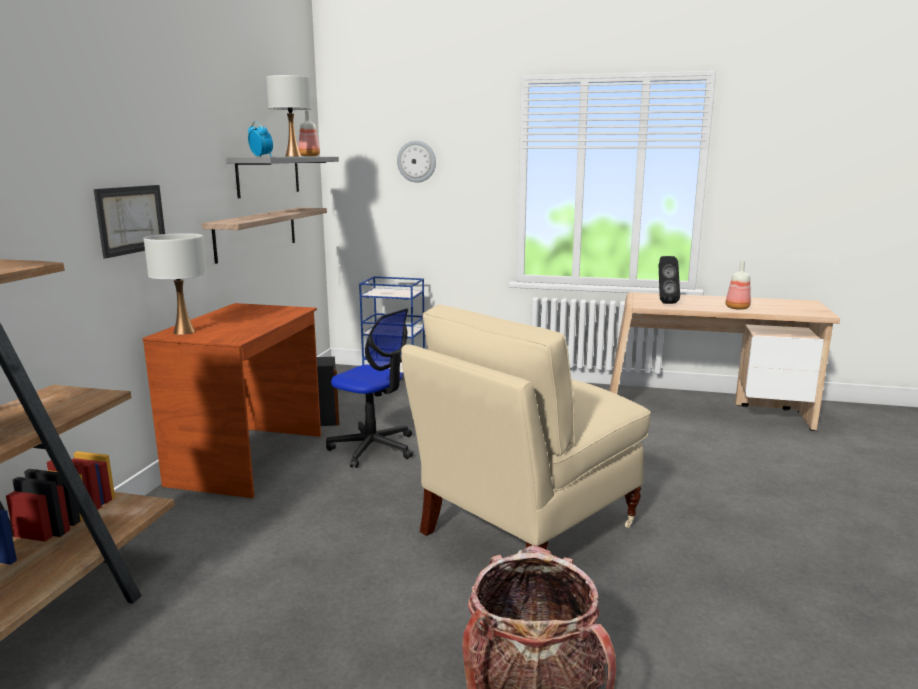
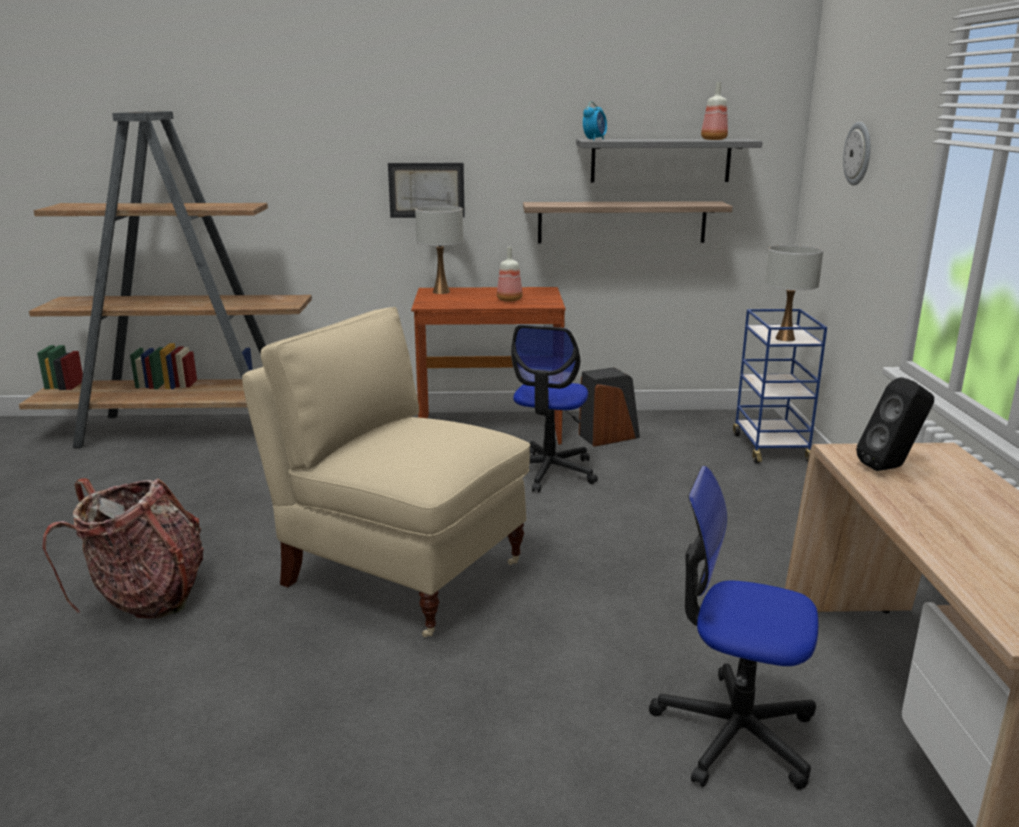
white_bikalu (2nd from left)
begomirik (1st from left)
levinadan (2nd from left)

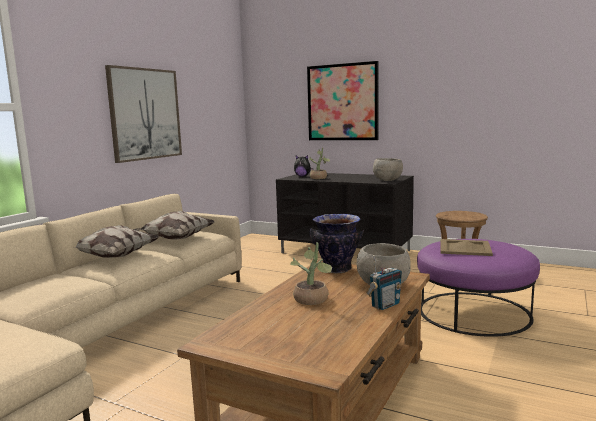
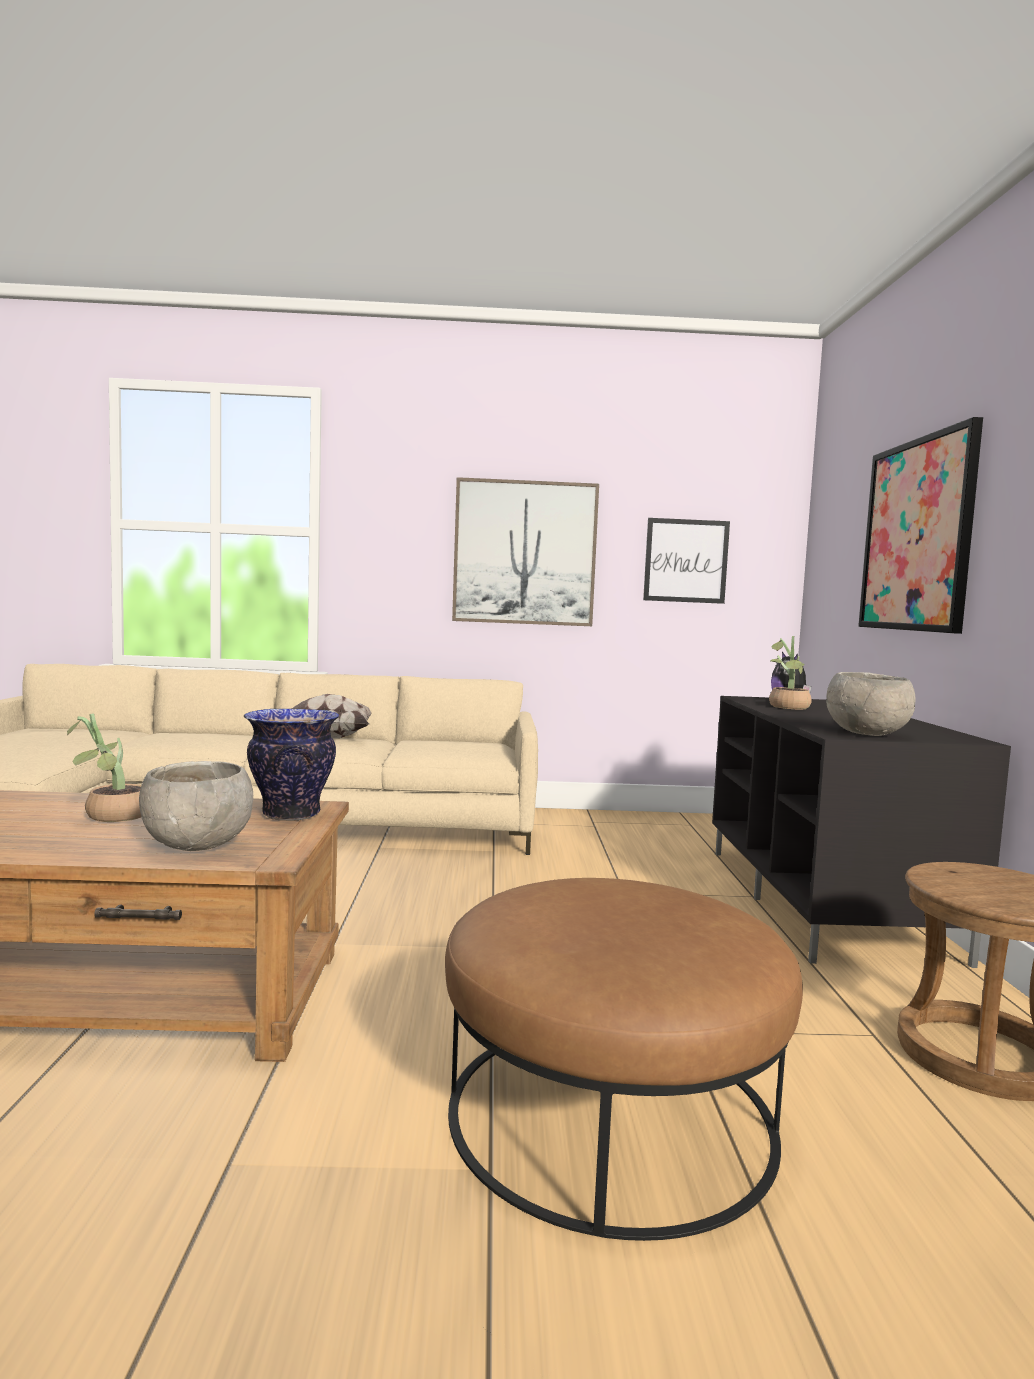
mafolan (2nd from left in the first image)
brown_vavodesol
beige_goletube
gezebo
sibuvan (2nd from left)

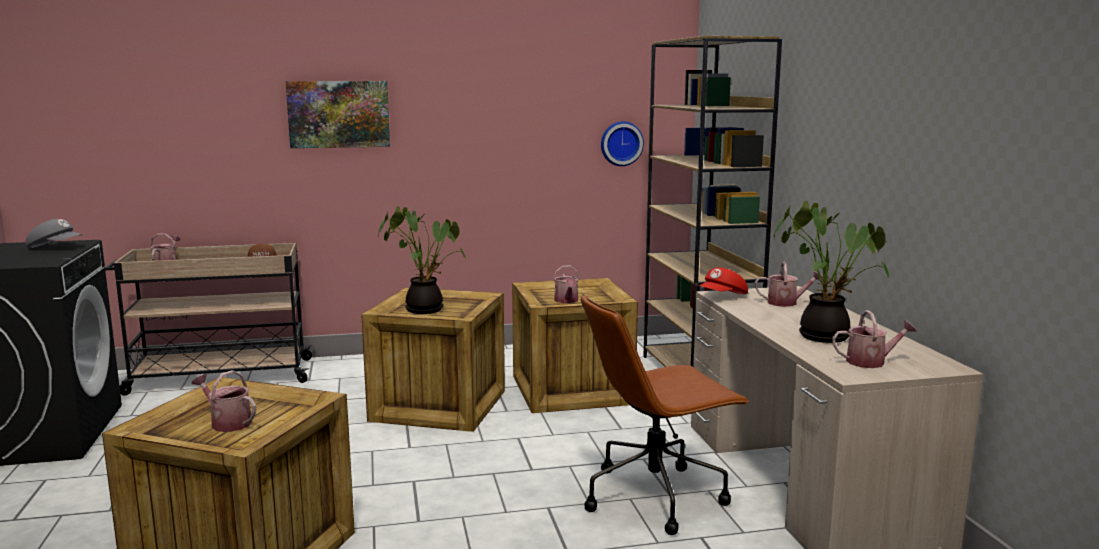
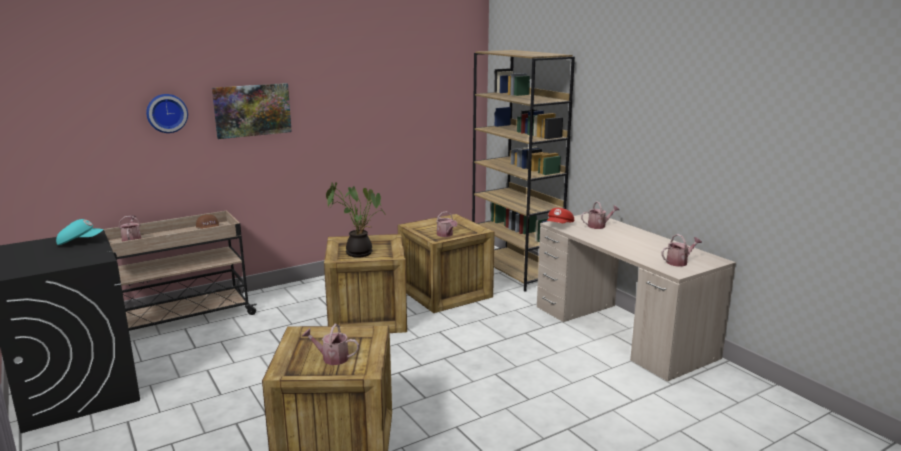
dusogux
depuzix (2nd from left in the first image)
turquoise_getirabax
brown_levinadan

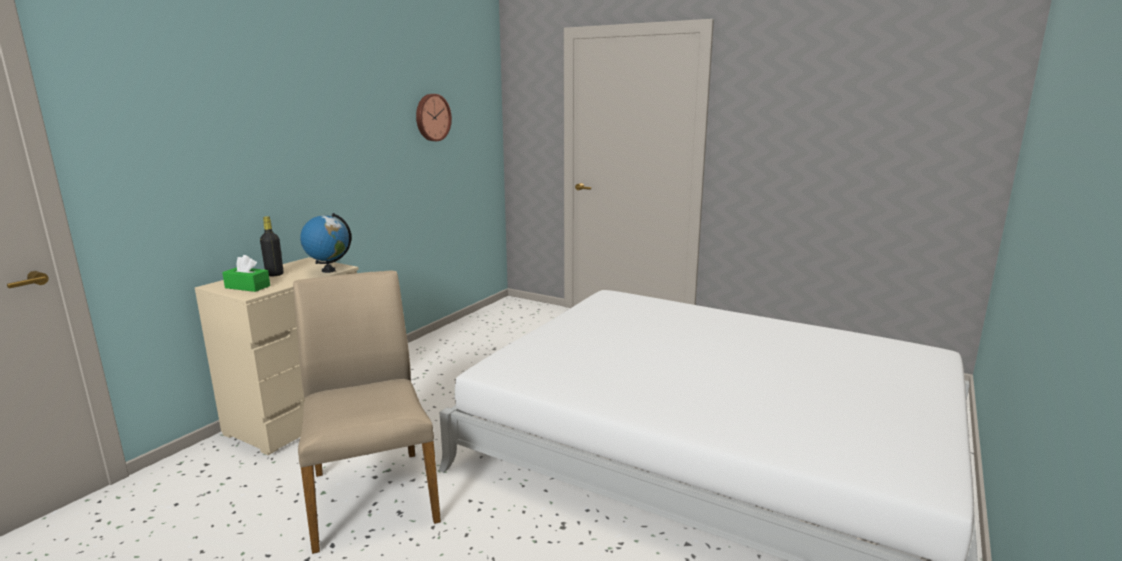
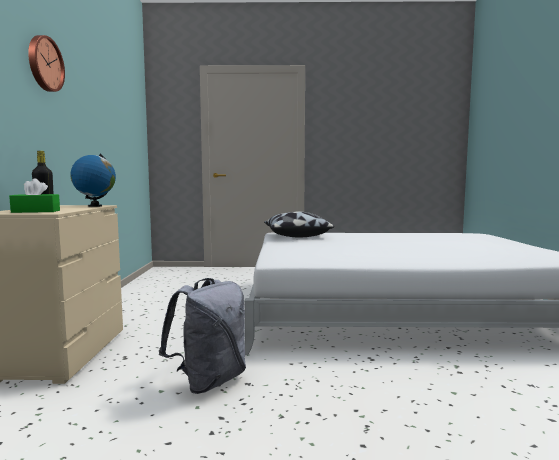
dusogux
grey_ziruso
mafolan

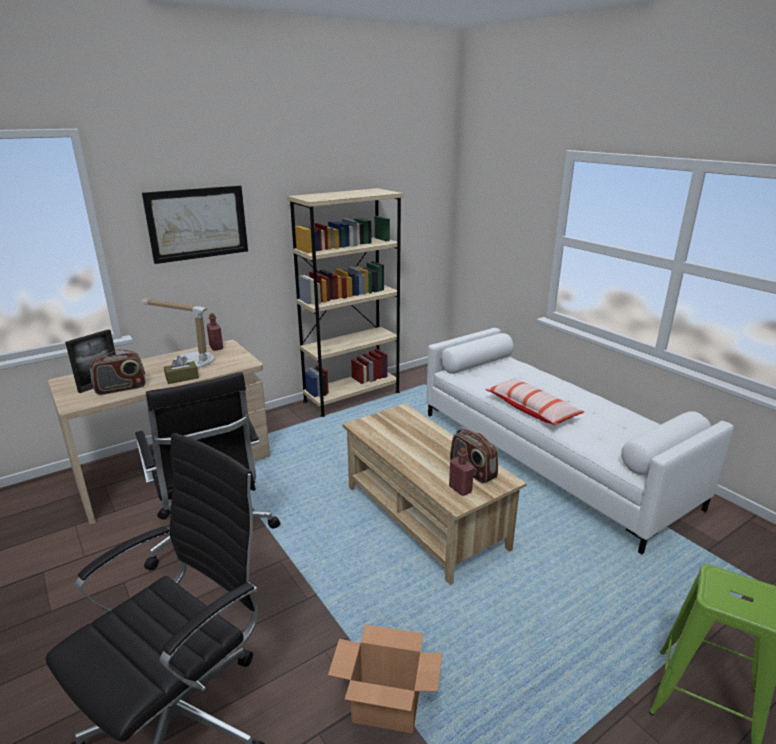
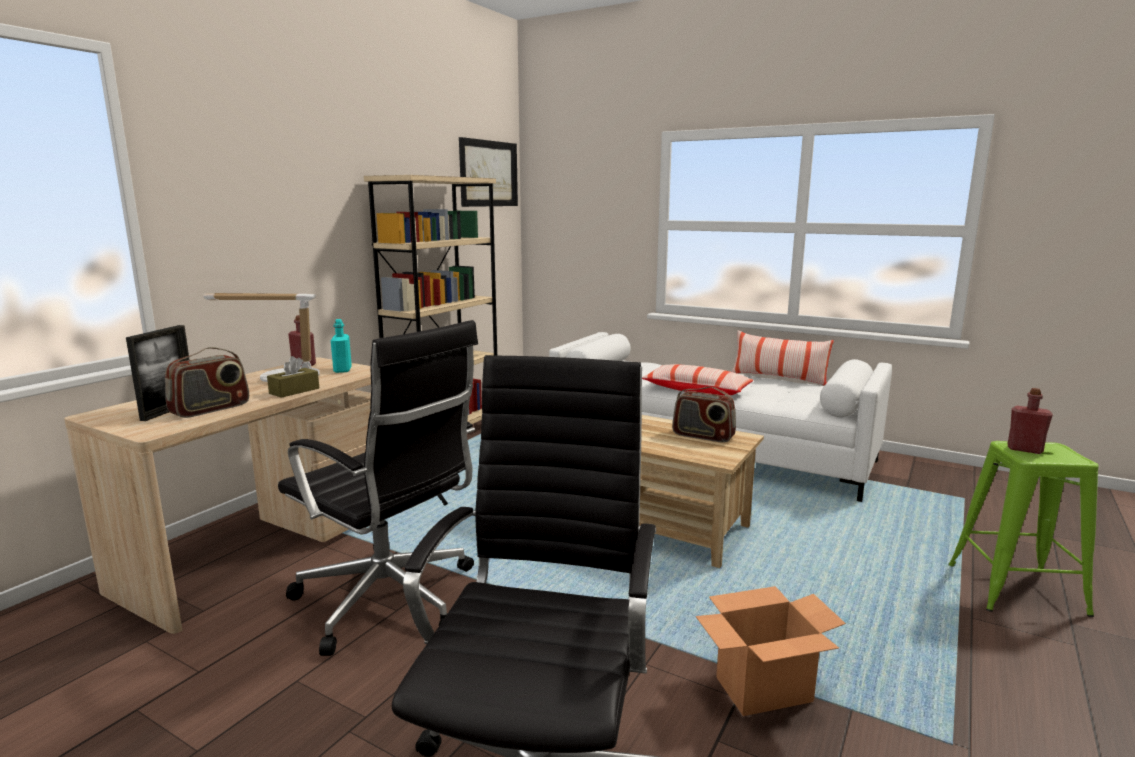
sibuvan
red_begomirik (2nd from left)
turquoise_begomirik
mafolan (2nd from left)

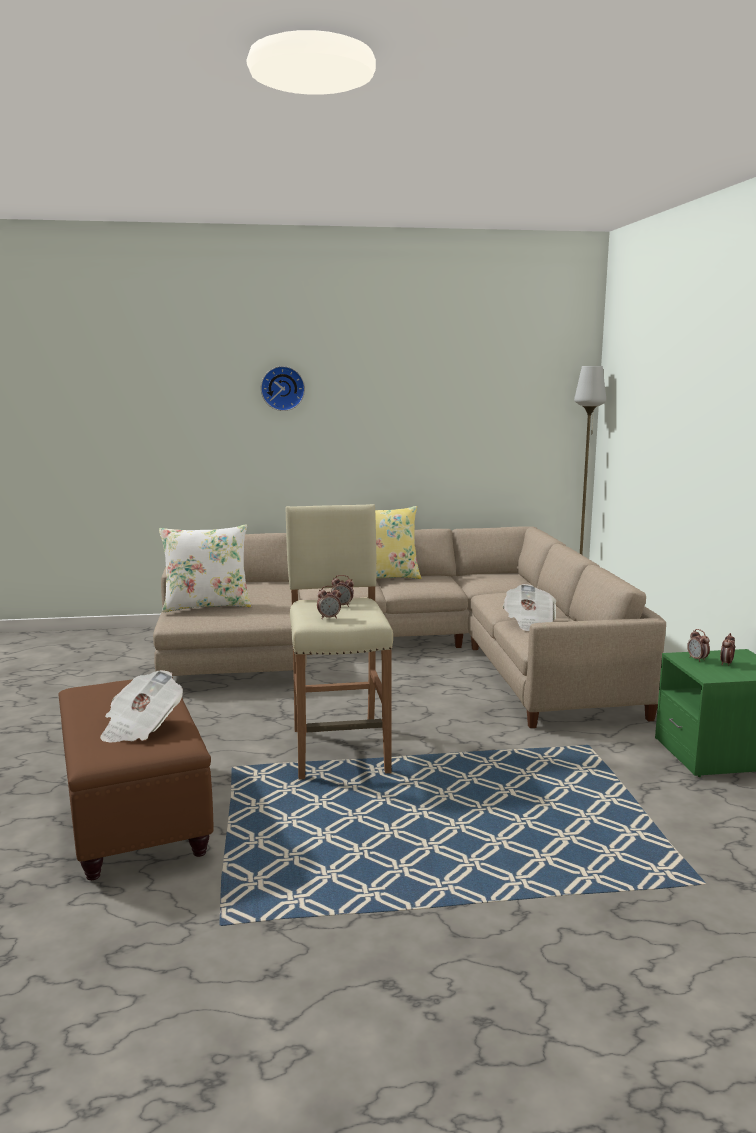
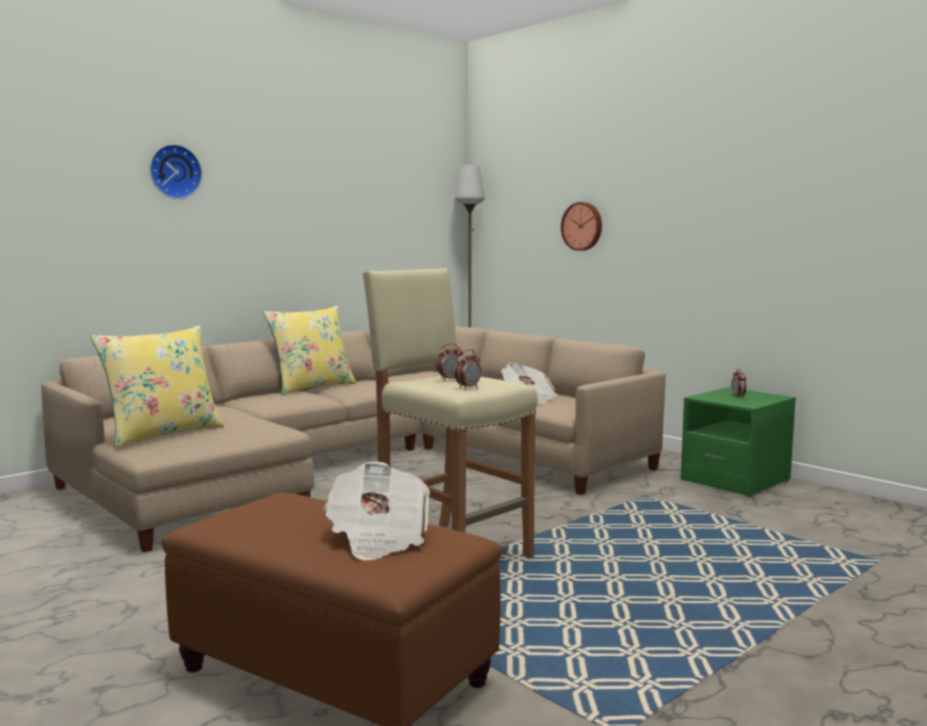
yellow_mafolan (1st from left)
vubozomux (3rd from left in the first image)
dusogux (2nd from left)

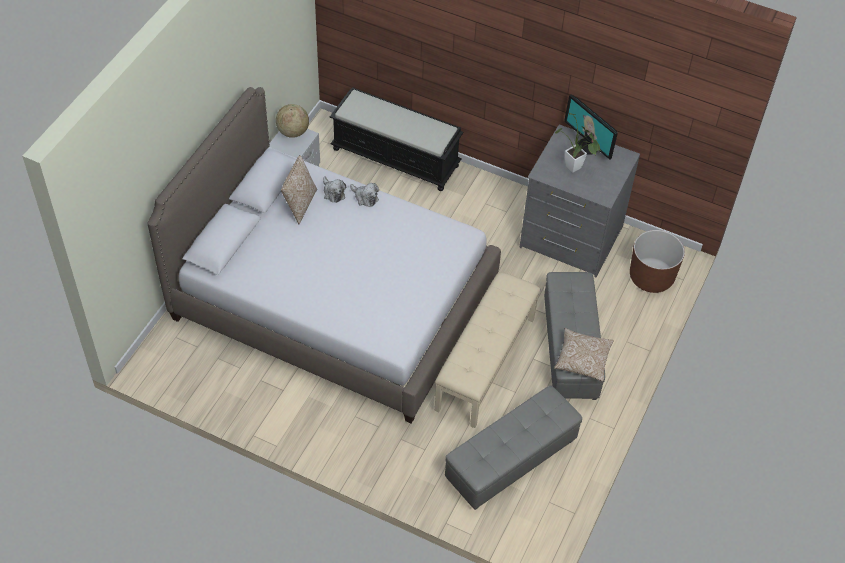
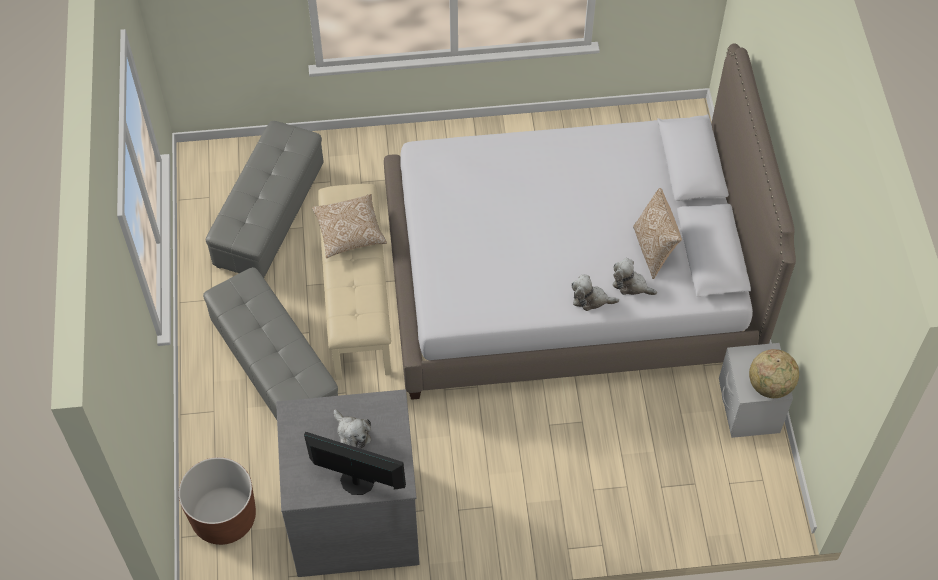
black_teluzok
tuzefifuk (1st from left)
mafolan (1st from left)

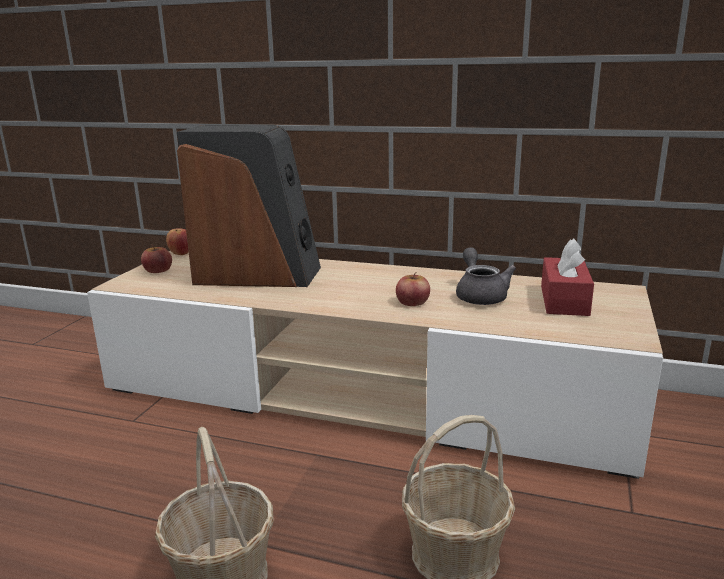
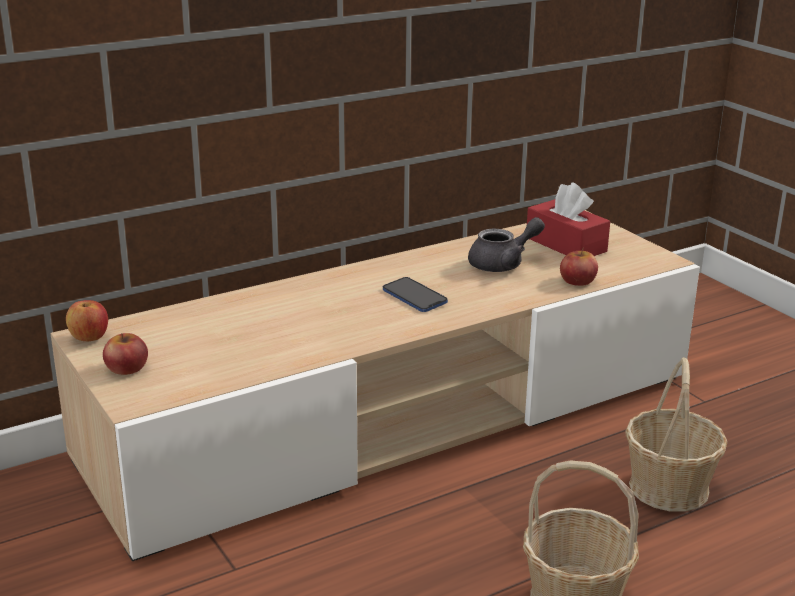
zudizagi
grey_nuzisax
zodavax (3rd from left)
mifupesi

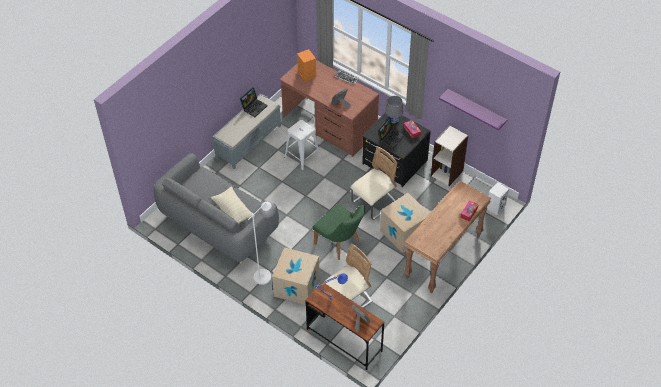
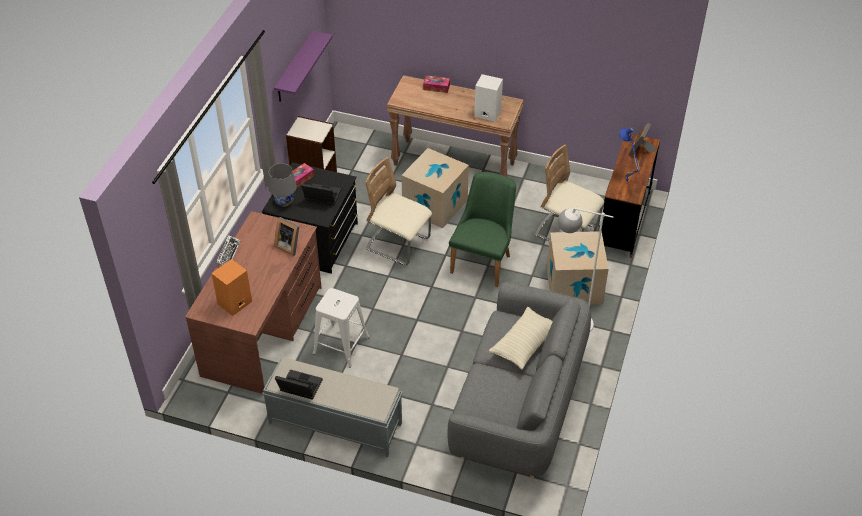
white_zudizagi

